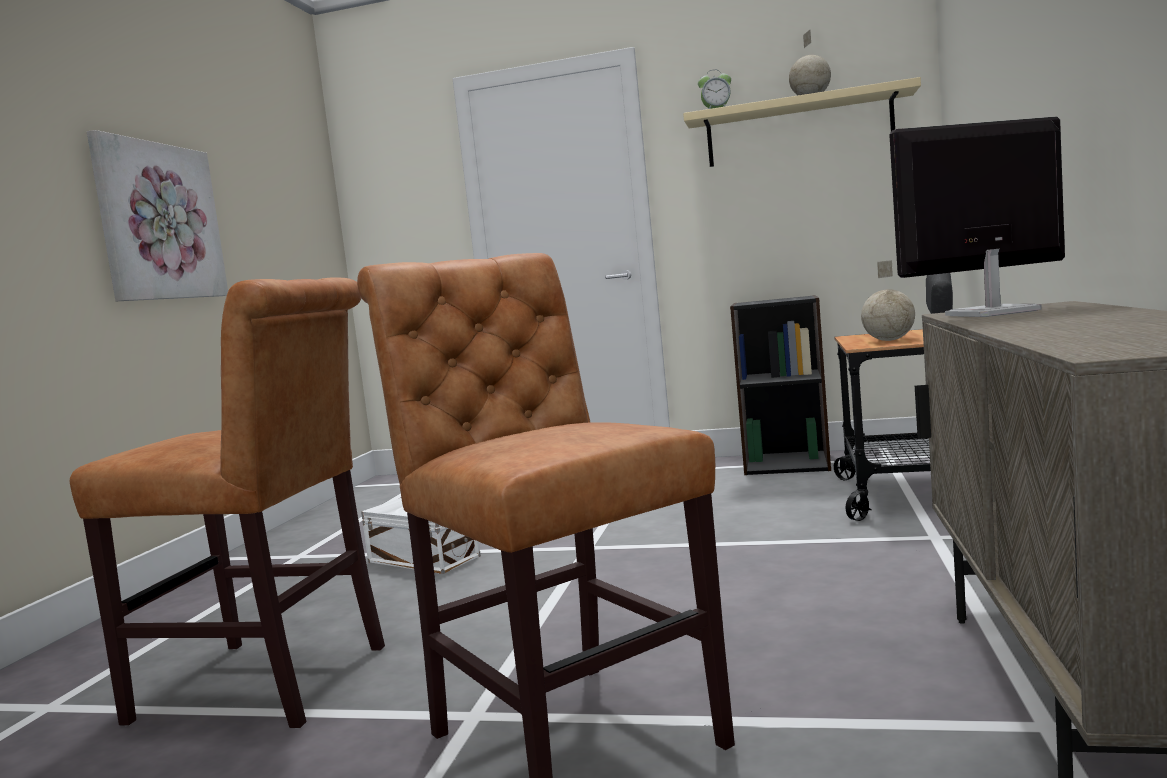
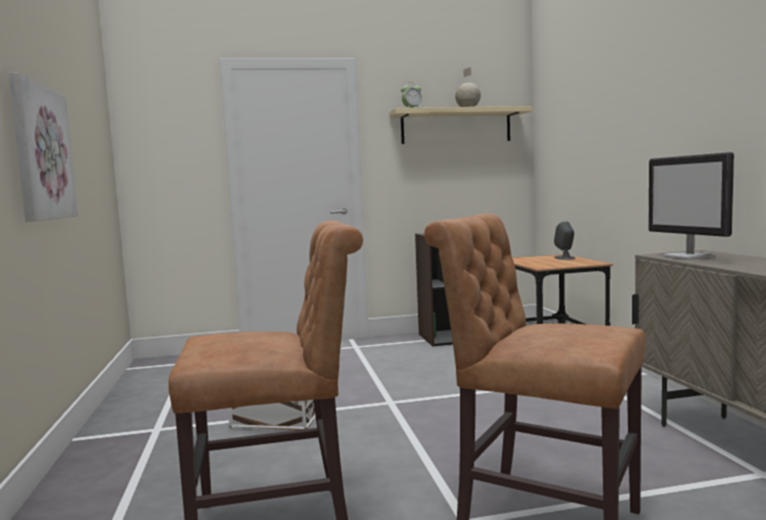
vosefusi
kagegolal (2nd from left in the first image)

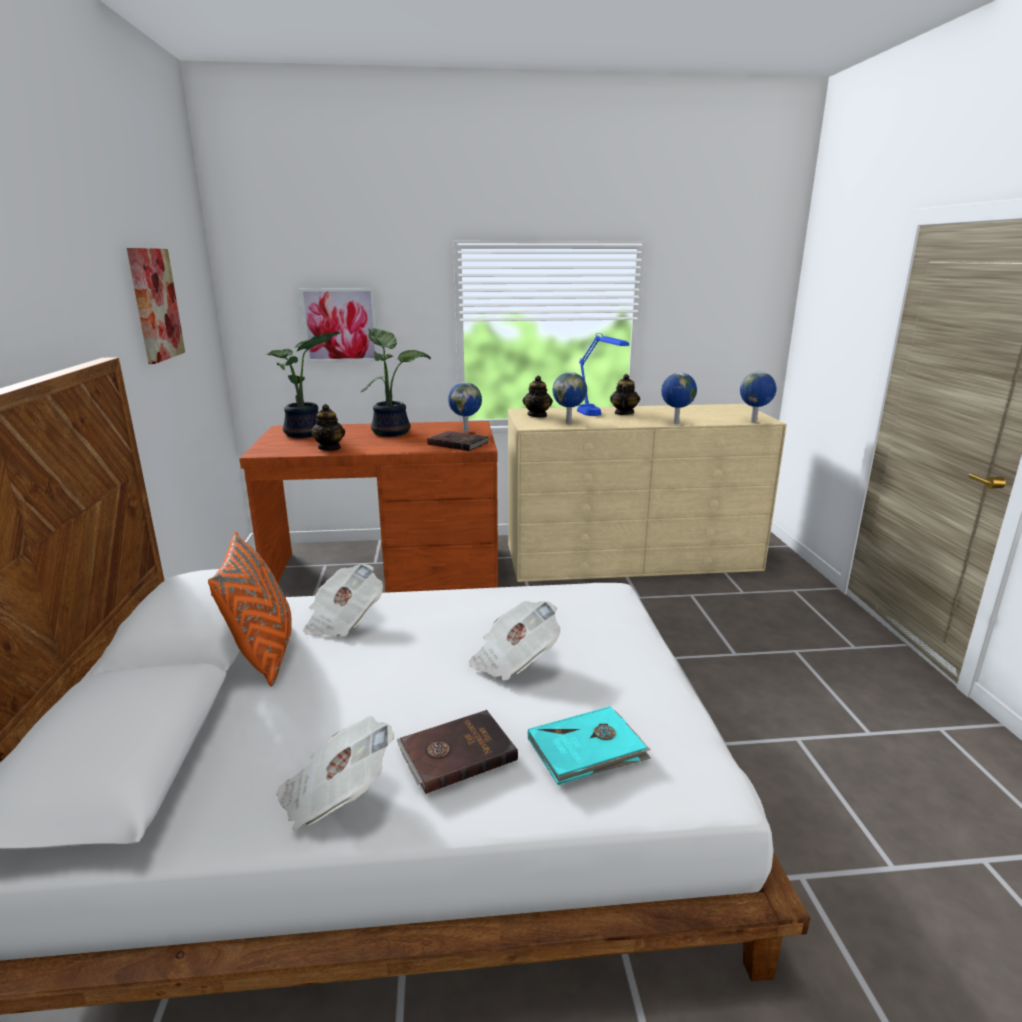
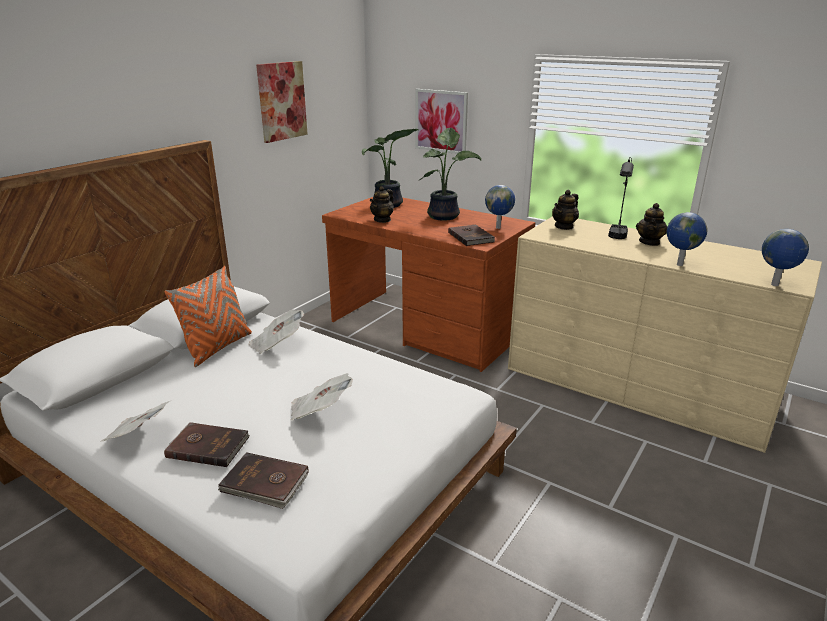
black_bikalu
kagegolal (2nd from left in the first image)
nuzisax (3rd from left)
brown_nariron (2nd from left)

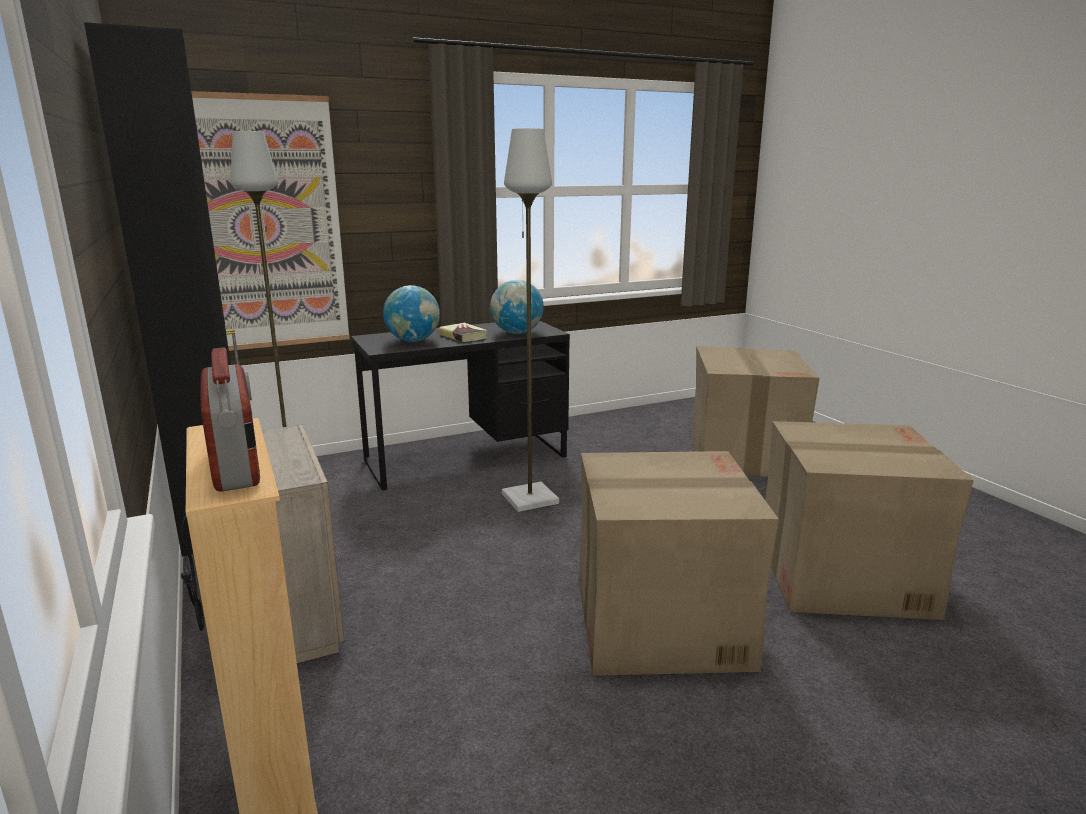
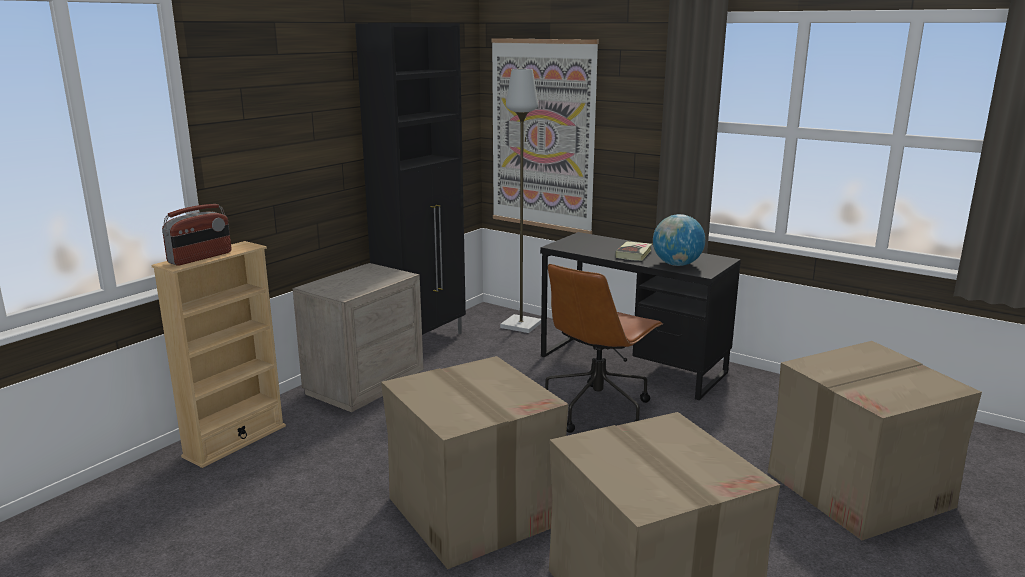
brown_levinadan
kagegolal (1st from left in the first image)

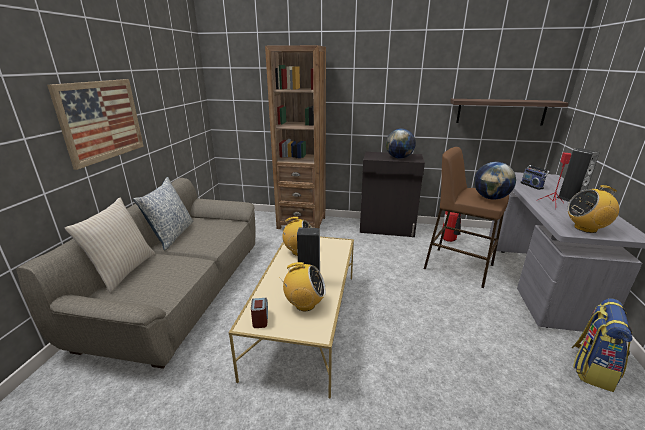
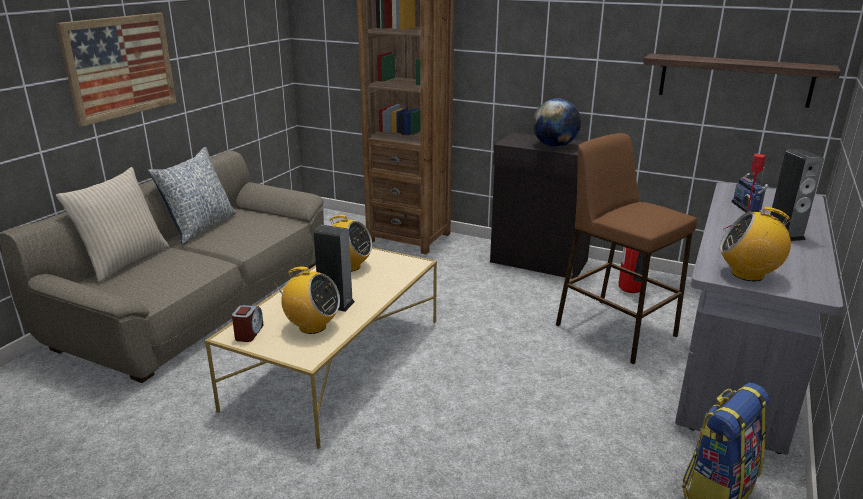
kagegolal (2nd from left in the first image)

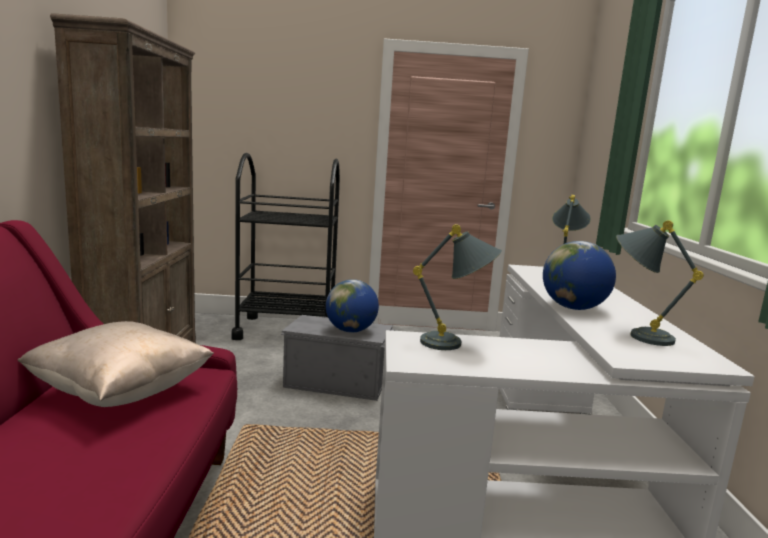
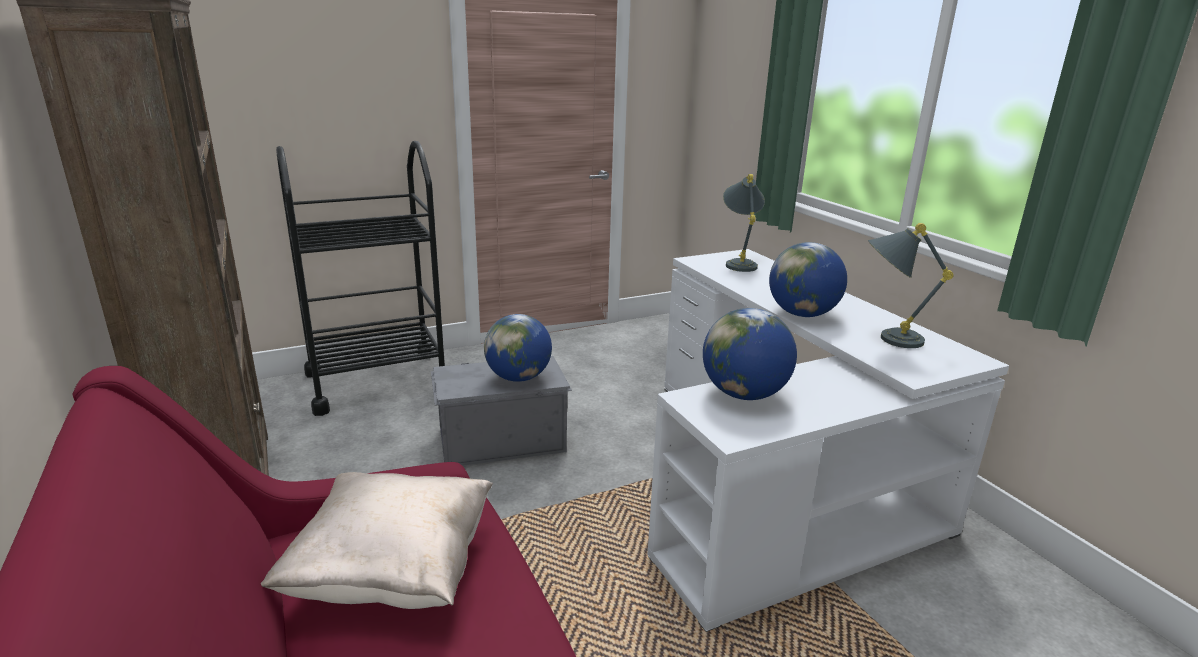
kagegolal (2nd from left)

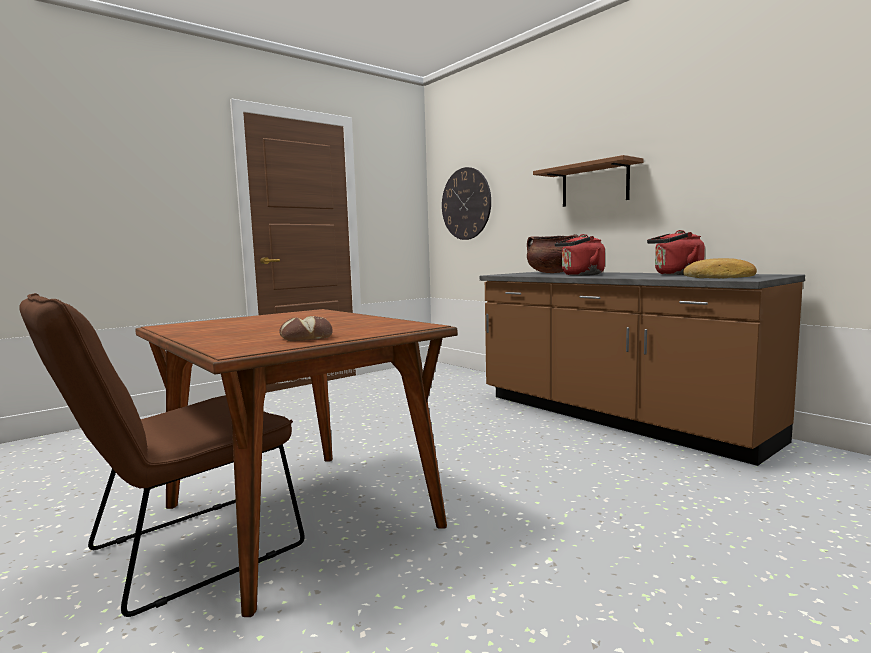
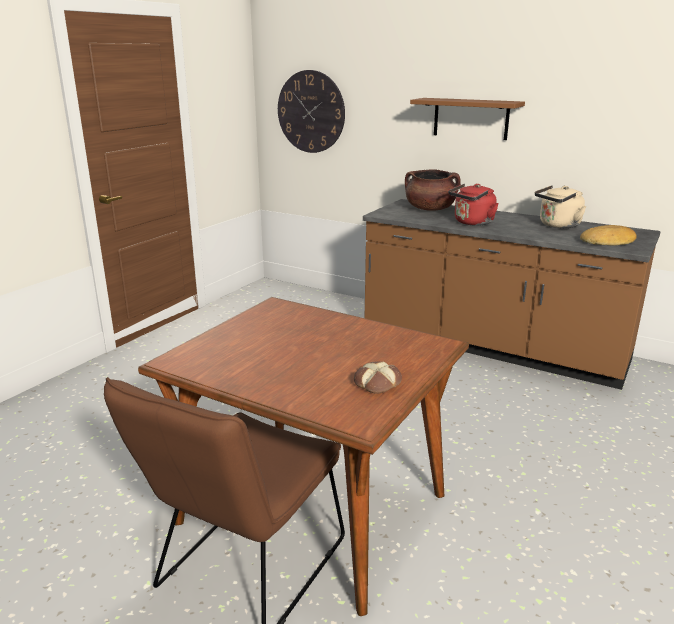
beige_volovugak

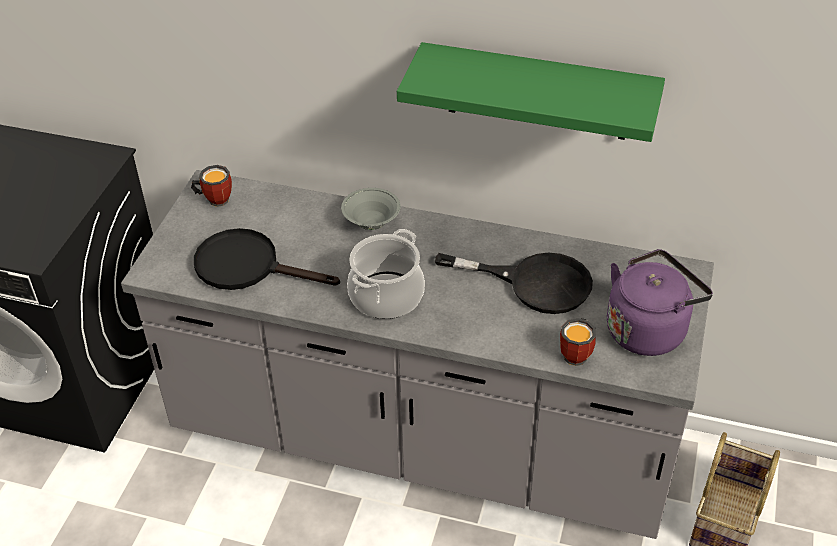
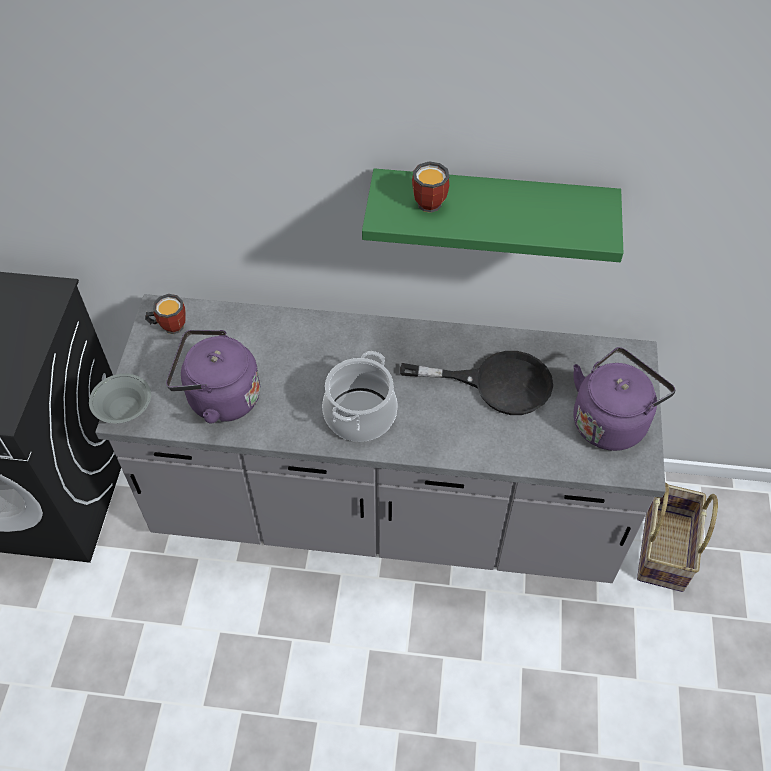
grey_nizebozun
purple_volovugak (1st from left)
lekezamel (2nd from left)

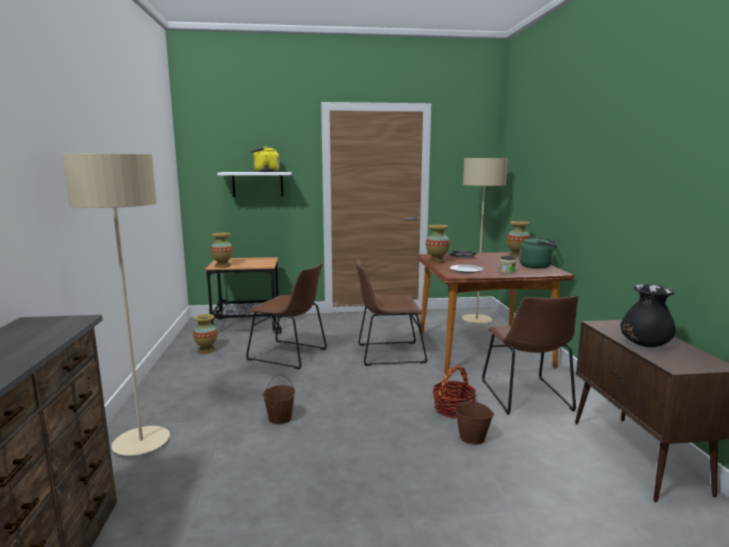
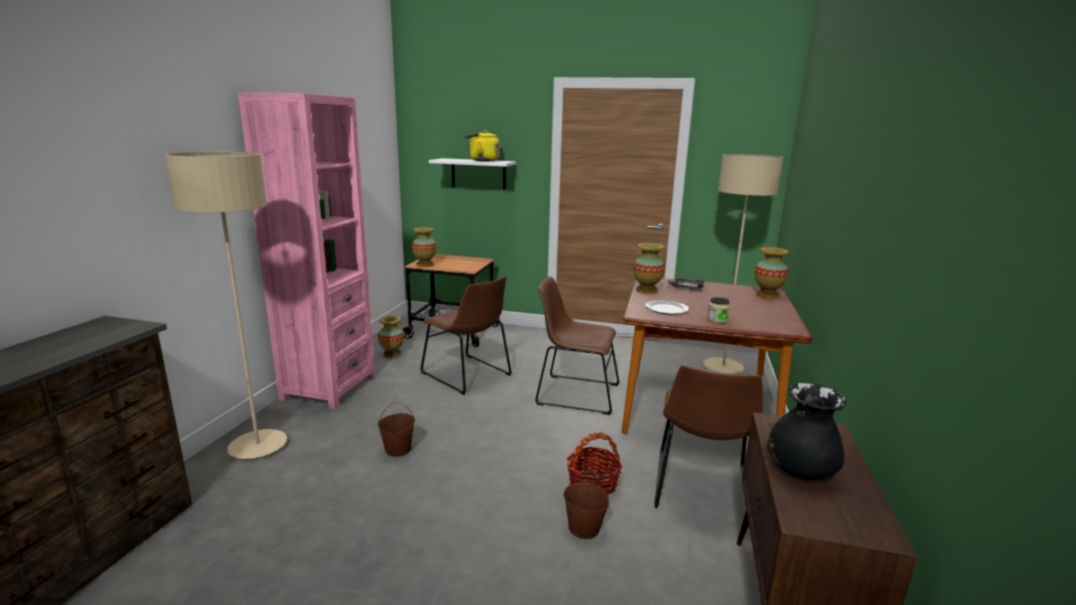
green_volovugak
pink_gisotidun

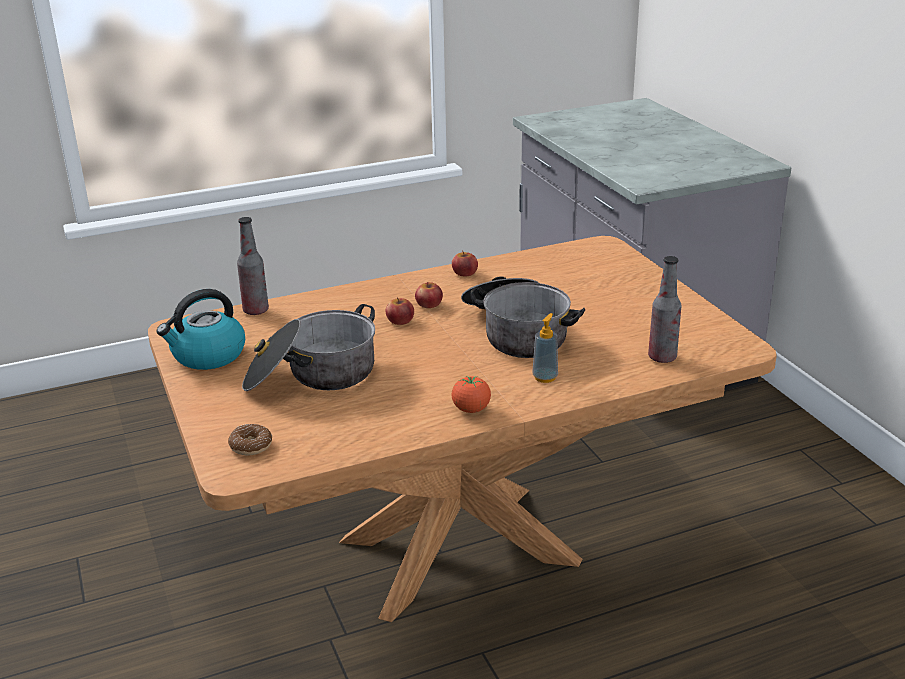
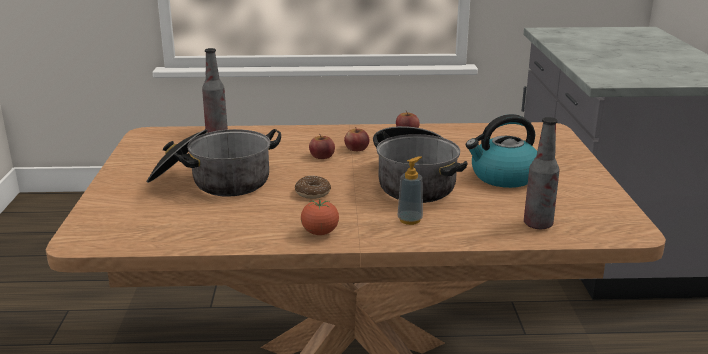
volovugak
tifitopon

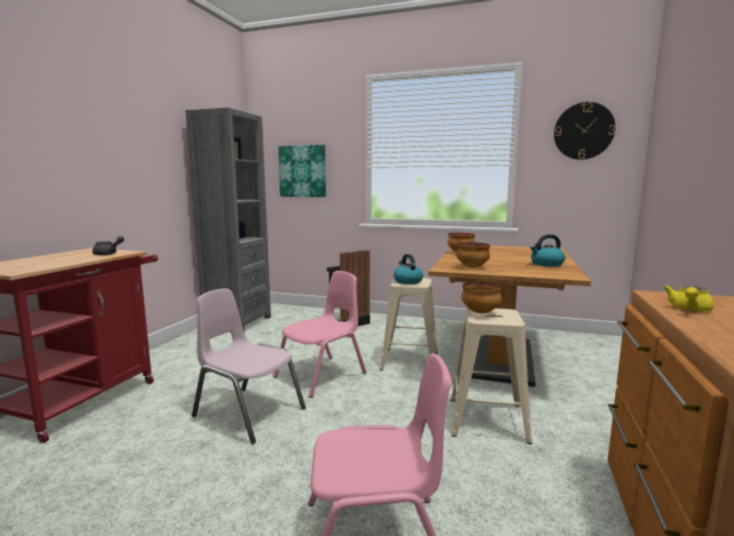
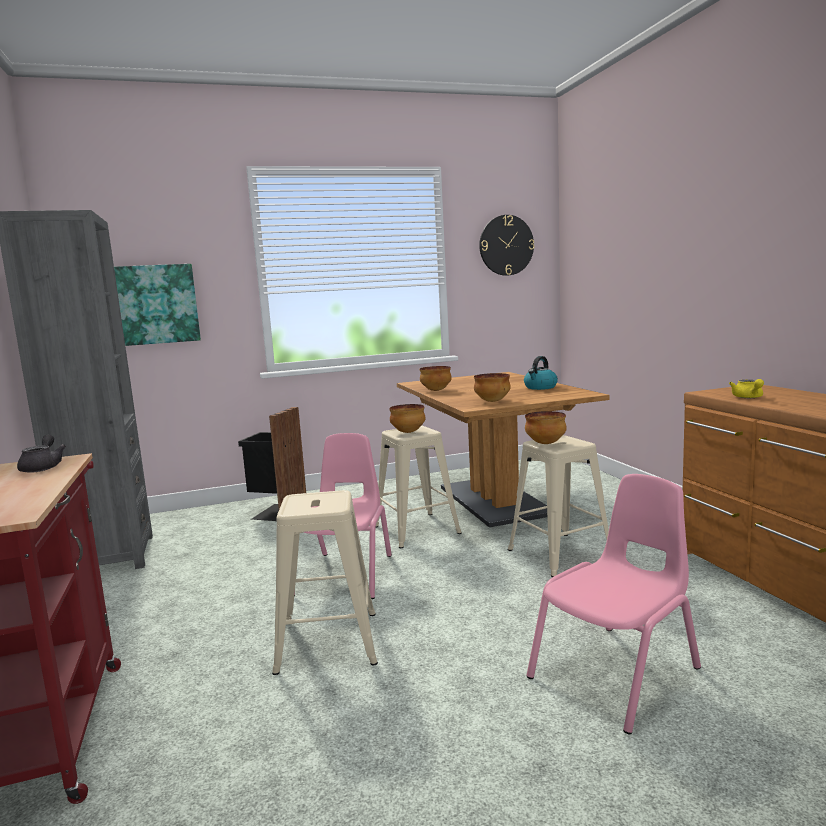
nizebozun (1st from left)
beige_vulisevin (1st from left)

